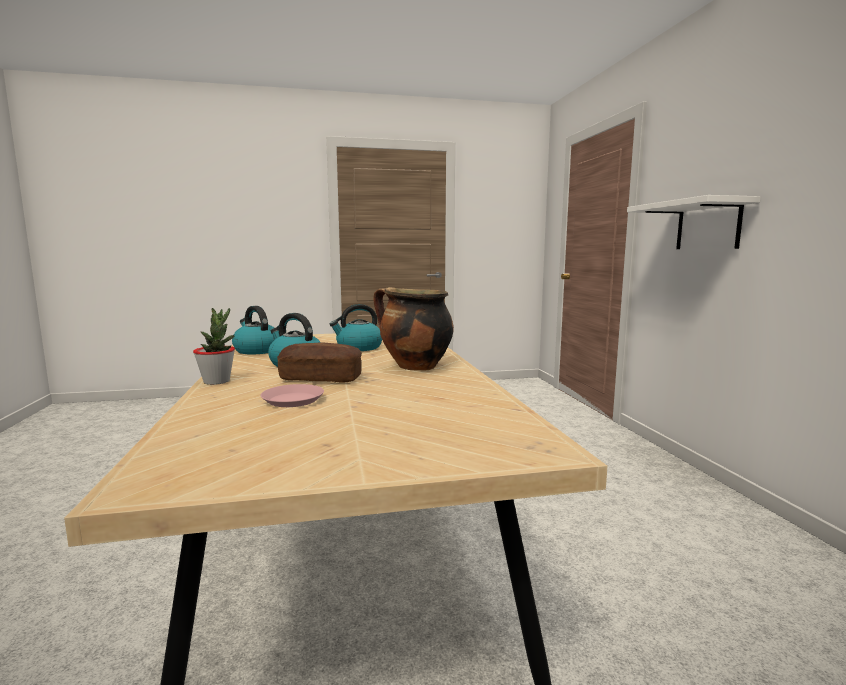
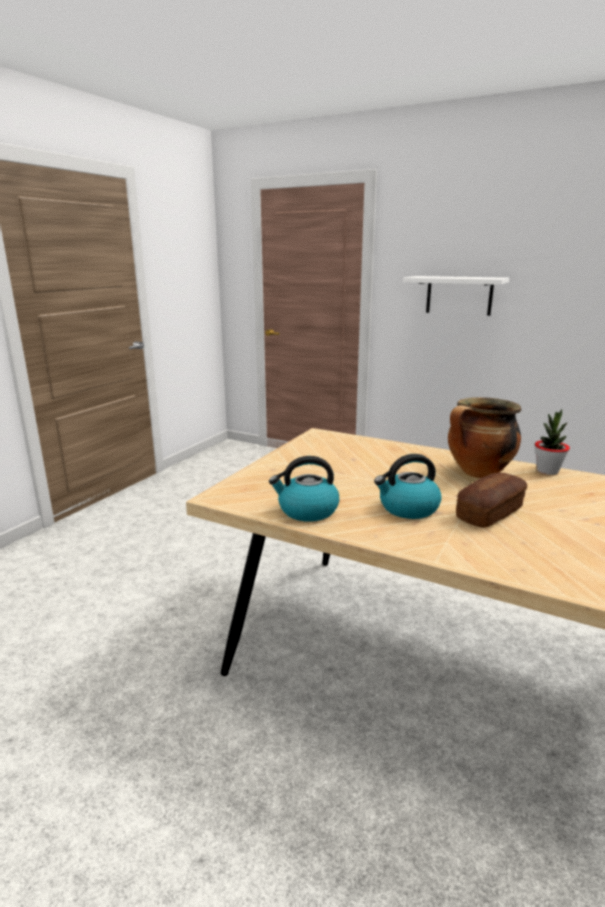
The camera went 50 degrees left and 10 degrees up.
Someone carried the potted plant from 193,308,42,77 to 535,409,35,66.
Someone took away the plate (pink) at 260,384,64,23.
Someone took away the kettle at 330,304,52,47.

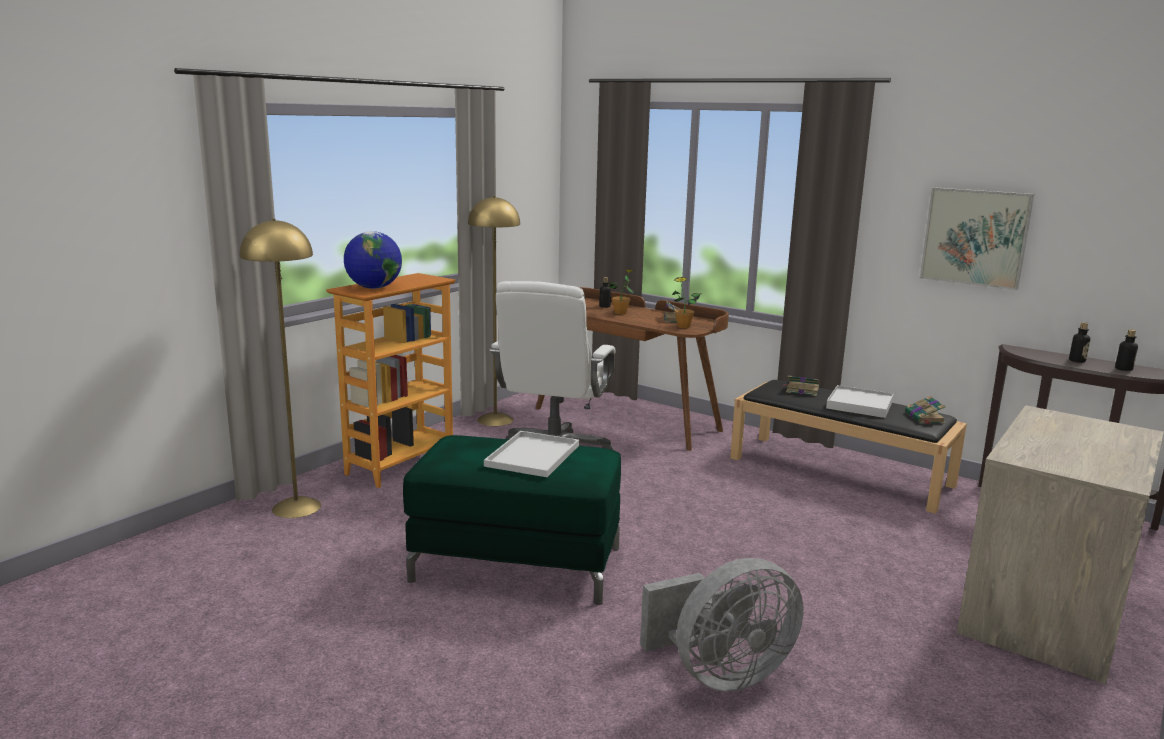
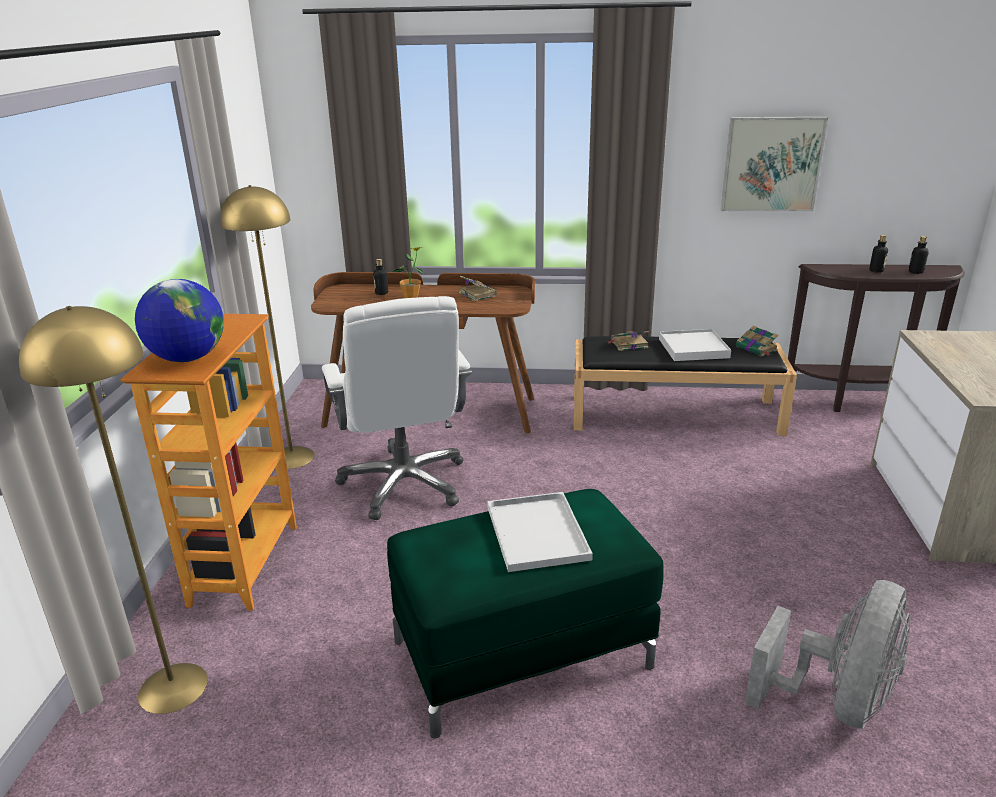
The camera went 30 degrees left and 10 degrees up.
Someone took away the potted plant at 672,277,29,51.

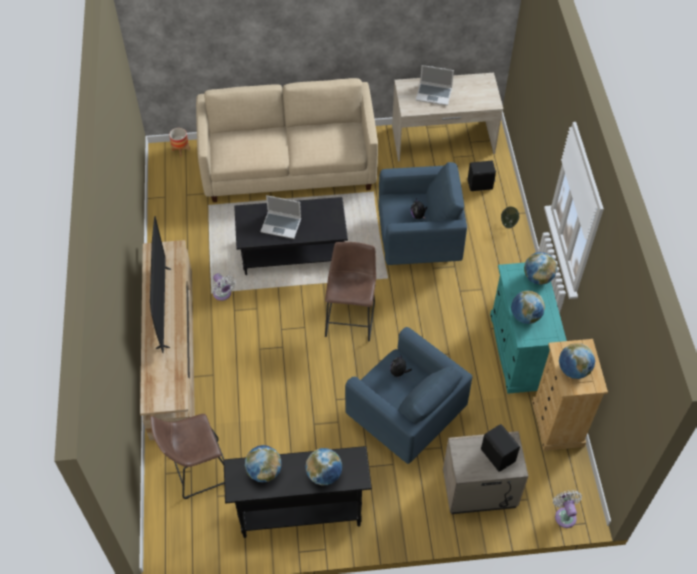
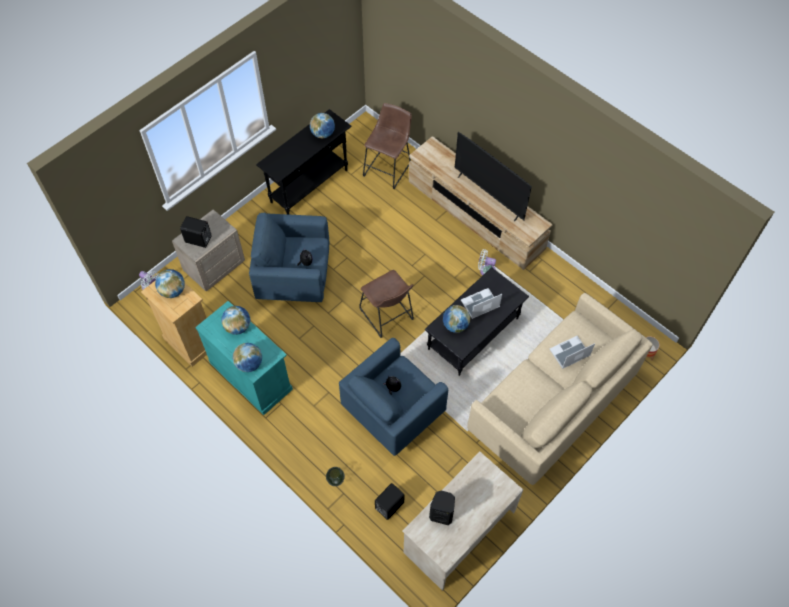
The camera went 140 degrees right and 5 degrees up.
Someone carried the globe from 306,448,36,37 to 443,305,27,28.
Someone carried the laptop from 416,65,38,41 to 550,336,45,33.
Someone put down the speaker (black) at 429,490,26,35.

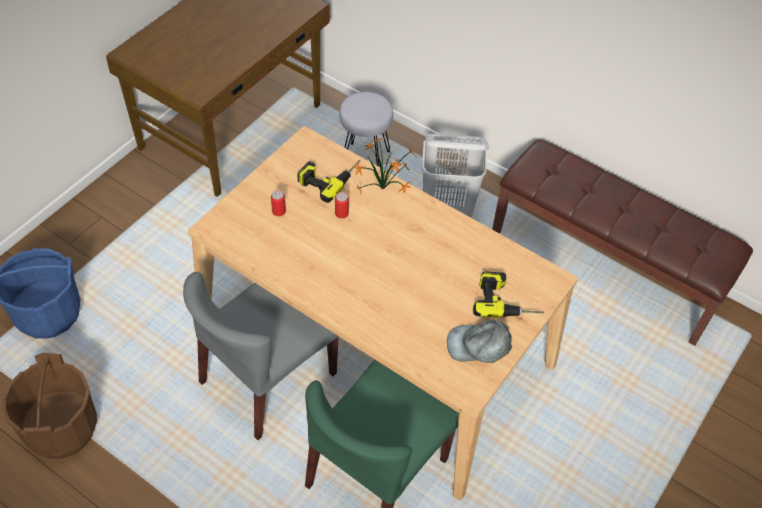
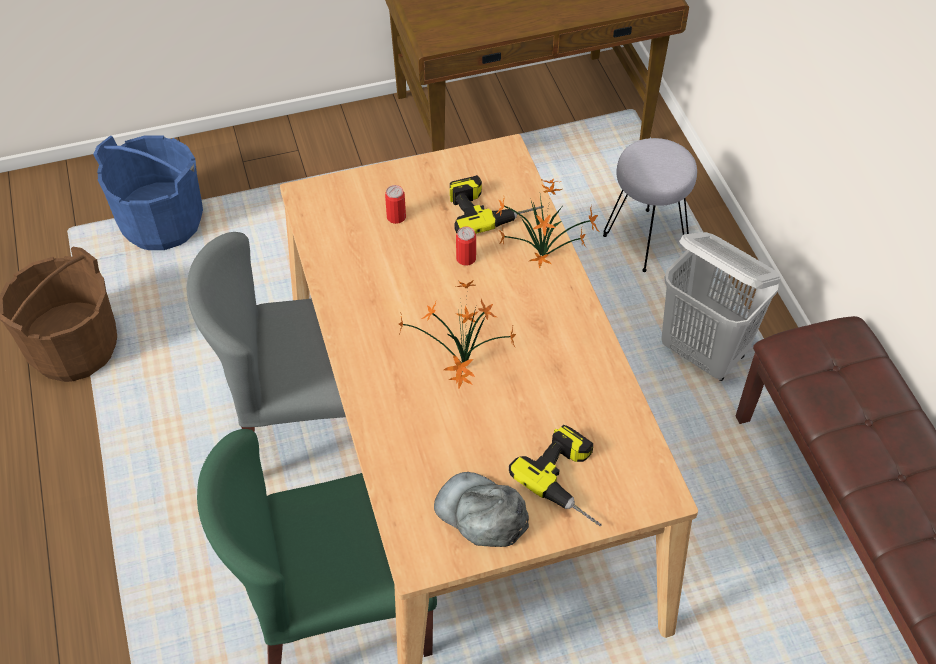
The camera went 40 degrees right and 0 degrees up.
Someone put down the potted plant at 399,280,117,109.

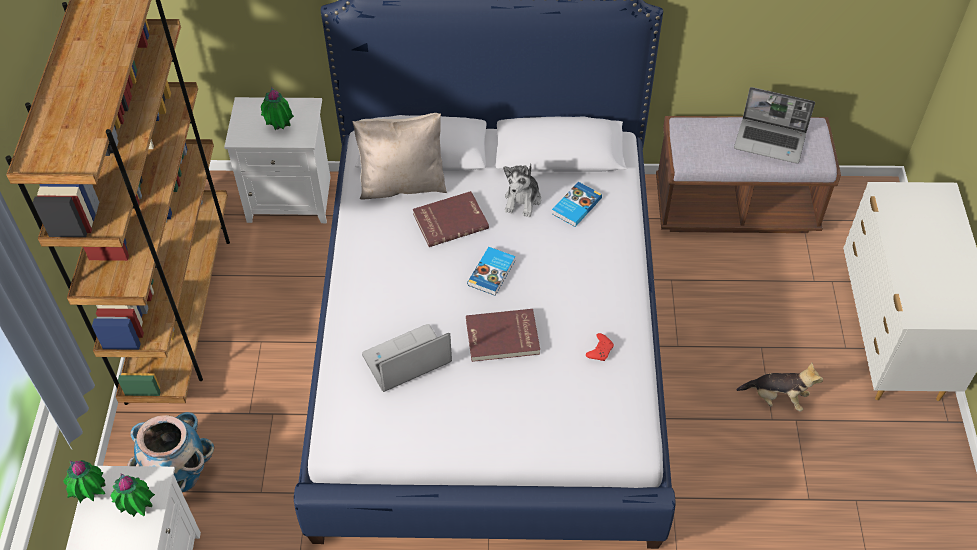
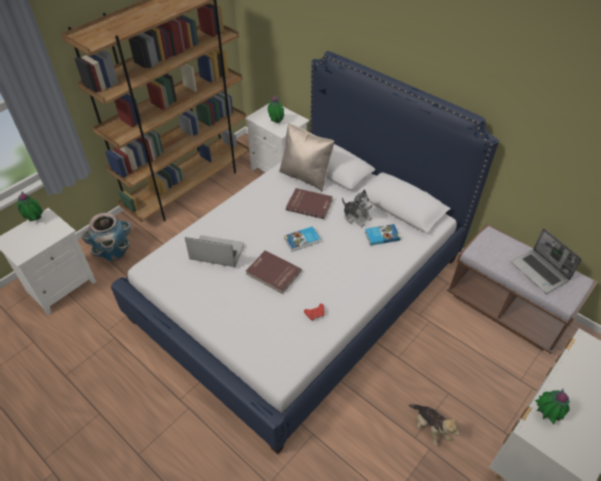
The camera went 40 degrees right and 5 degrees down.
Someone carried the potted plant from 111,473,44,44 to 535,389,35,36.
Someone rotated the plush toy at 503,164,38,53 by 105 degrees counterclockwise.

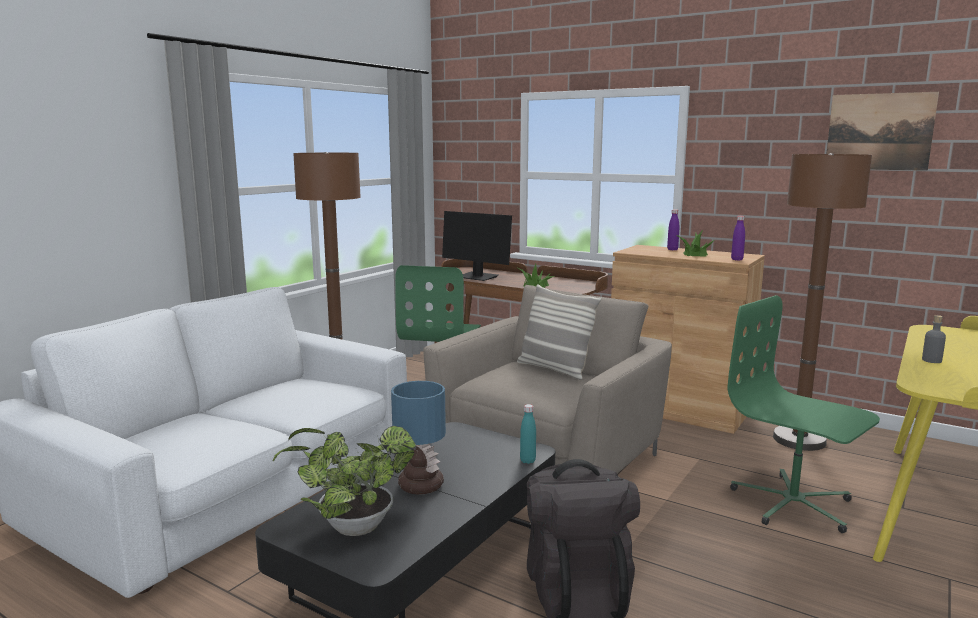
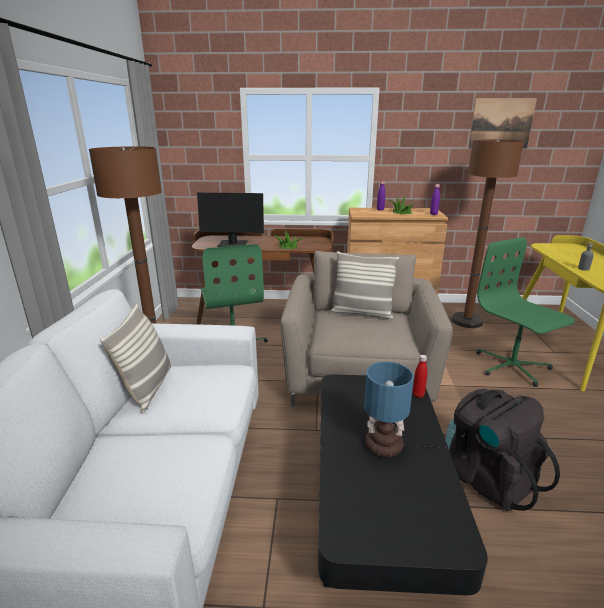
The camera went 30 degrees left and 10 degrees up.
Someone took away the potted plant at 273,426,143,110.
Someone repainted the bottle (turquoise) at 520,404,16,60, which became the bottle (red) at 413,355,14,43.
Someone rotated the office chair (green) at 728,295,152,238 by 45 degrees clockwise.
Someone put down the pillow at 100,304,71,109.

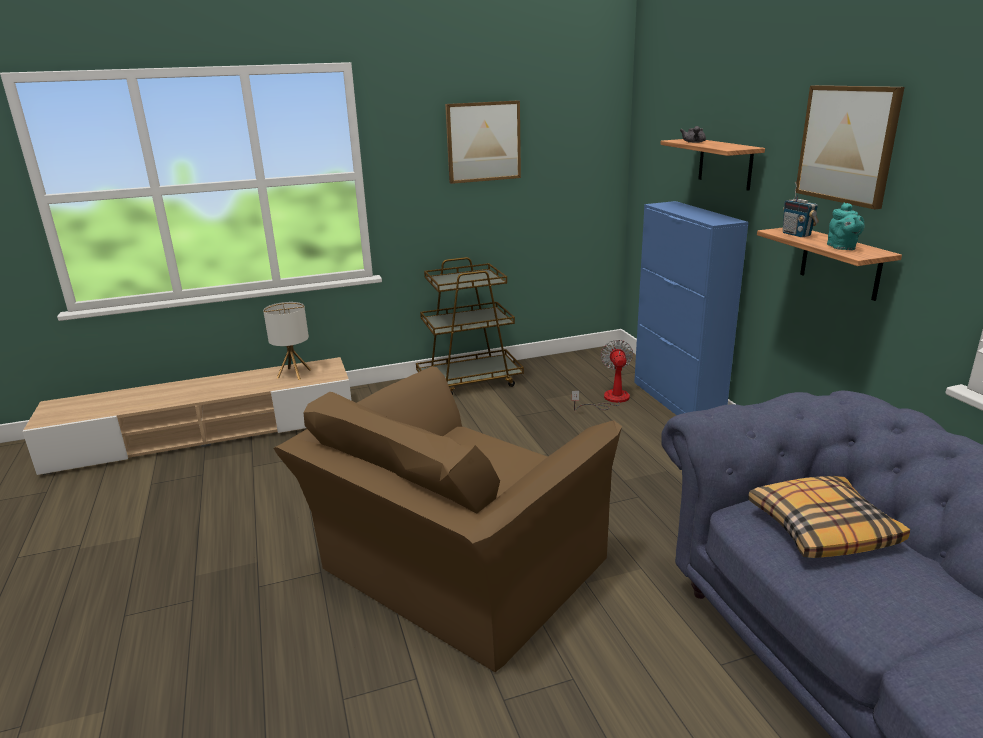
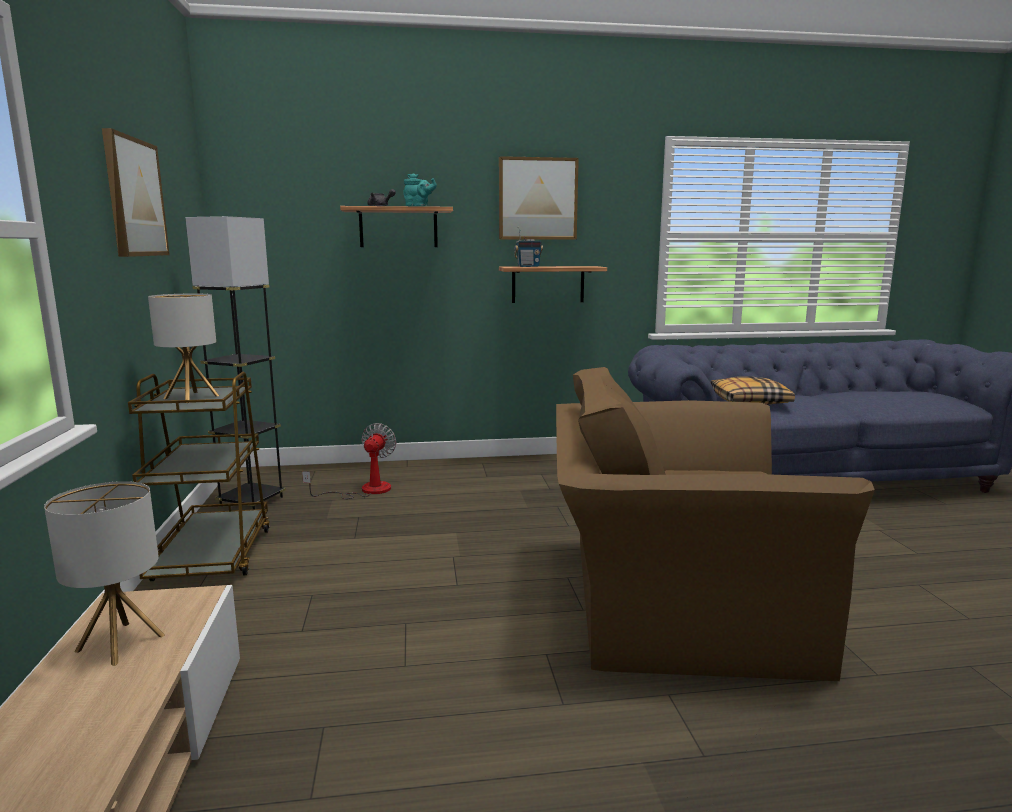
The camera went 80 degrees left and 10 degrees down.
Someone rotated the armchair (brown) at 274,366,348,306 by 135 degrees clockwise.
Someone rotated the fan at 572,340,61,71 by 90 degrees clockwise.
Someone took away the cabinet (blue) at 634,201,115,214.
Someone carried the teapot (turquoise) from 827,202,37,48 to 403,173,34,34.
Someone put down the table lamp at 148,293,71,107.
Someone put down the floor lamp (grey) at 185,216,101,293.

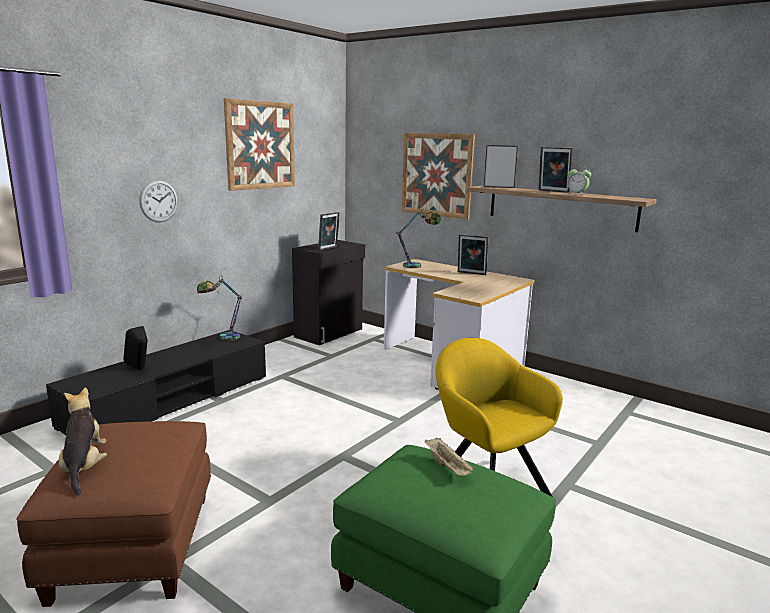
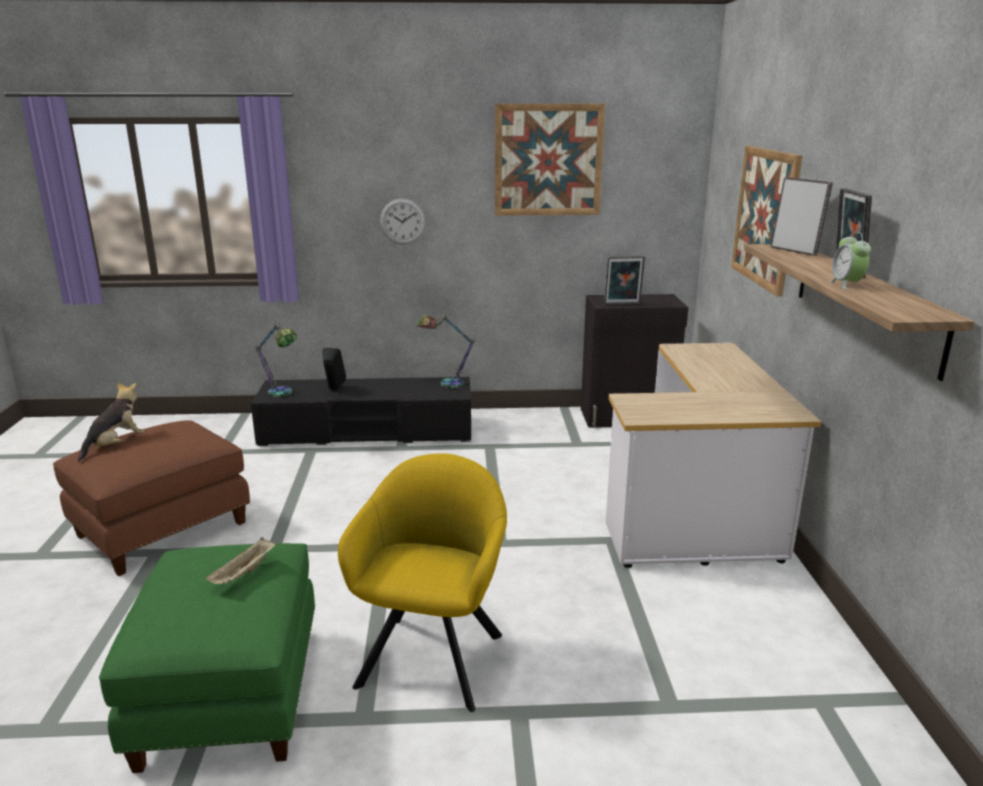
The camera went 50 degrees right and 5 degrees up.
Someone carried the table lamp from 397,208,44,60 to 255,321,42,77.
Someone took away the picture frame at 458,234,30,41.

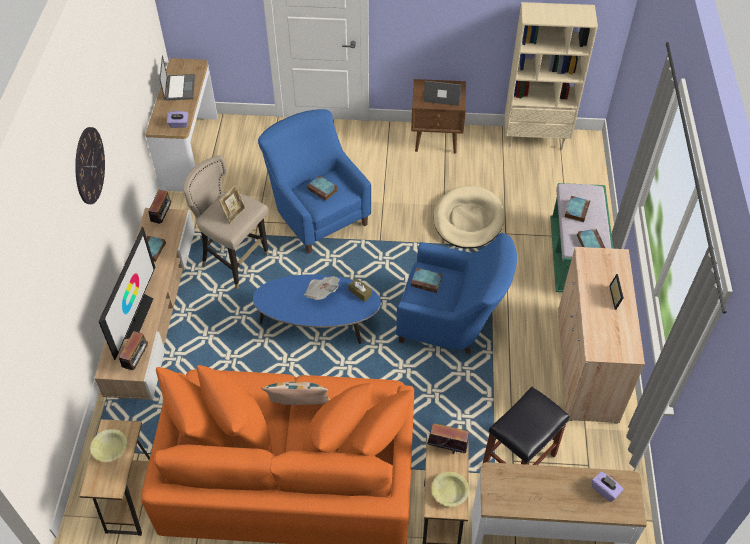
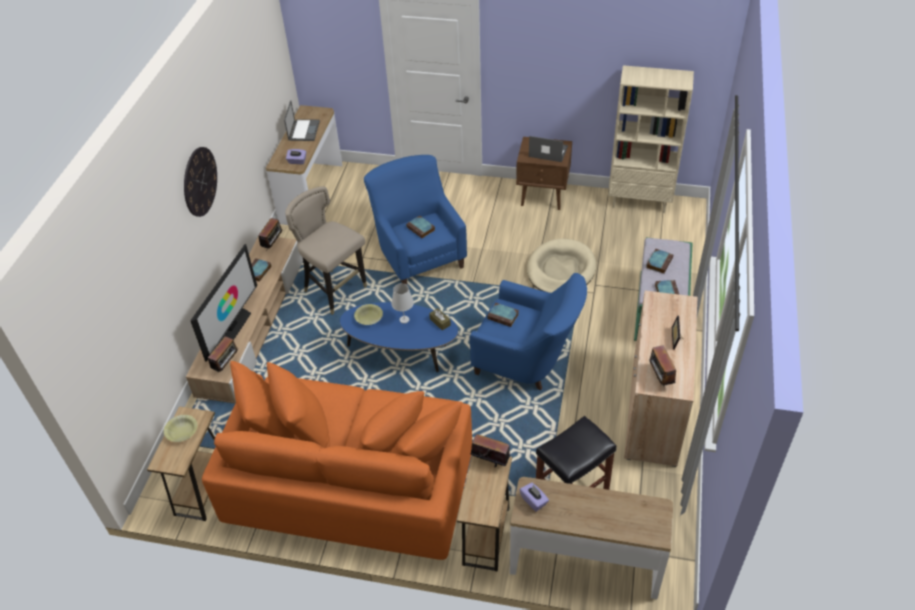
The camera went 10 degrees right and 5 degrees down.
Someone took away the picture frame at 219,185,27,39.
Someone took away the pillow at 261,382,69,23.
Someone swapped the newspaper at 304,276,36,24 for the table lamp (white) at 391,283,23,41.
Someone carried the bowl (yellow) from 431,472,38,35 to 354,304,29,21.
Someone carried the tissue box (purple) from 592,471,32,31 to 520,482,29,30.
Someone put down the radio at 649,345,27,42.

